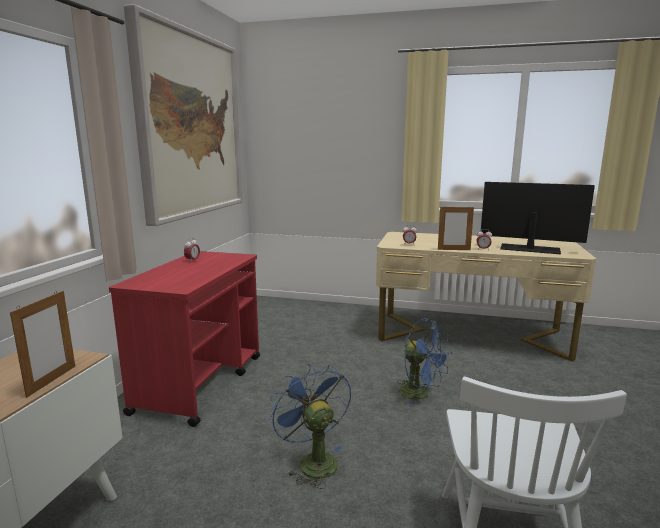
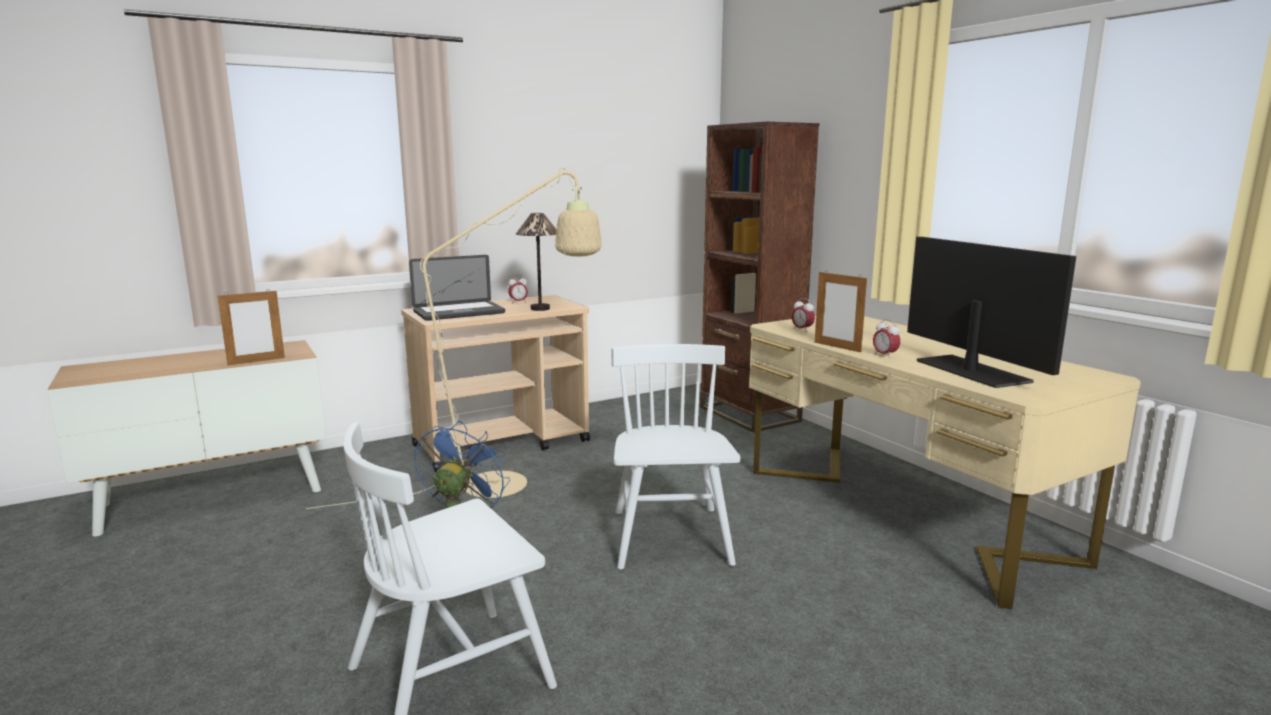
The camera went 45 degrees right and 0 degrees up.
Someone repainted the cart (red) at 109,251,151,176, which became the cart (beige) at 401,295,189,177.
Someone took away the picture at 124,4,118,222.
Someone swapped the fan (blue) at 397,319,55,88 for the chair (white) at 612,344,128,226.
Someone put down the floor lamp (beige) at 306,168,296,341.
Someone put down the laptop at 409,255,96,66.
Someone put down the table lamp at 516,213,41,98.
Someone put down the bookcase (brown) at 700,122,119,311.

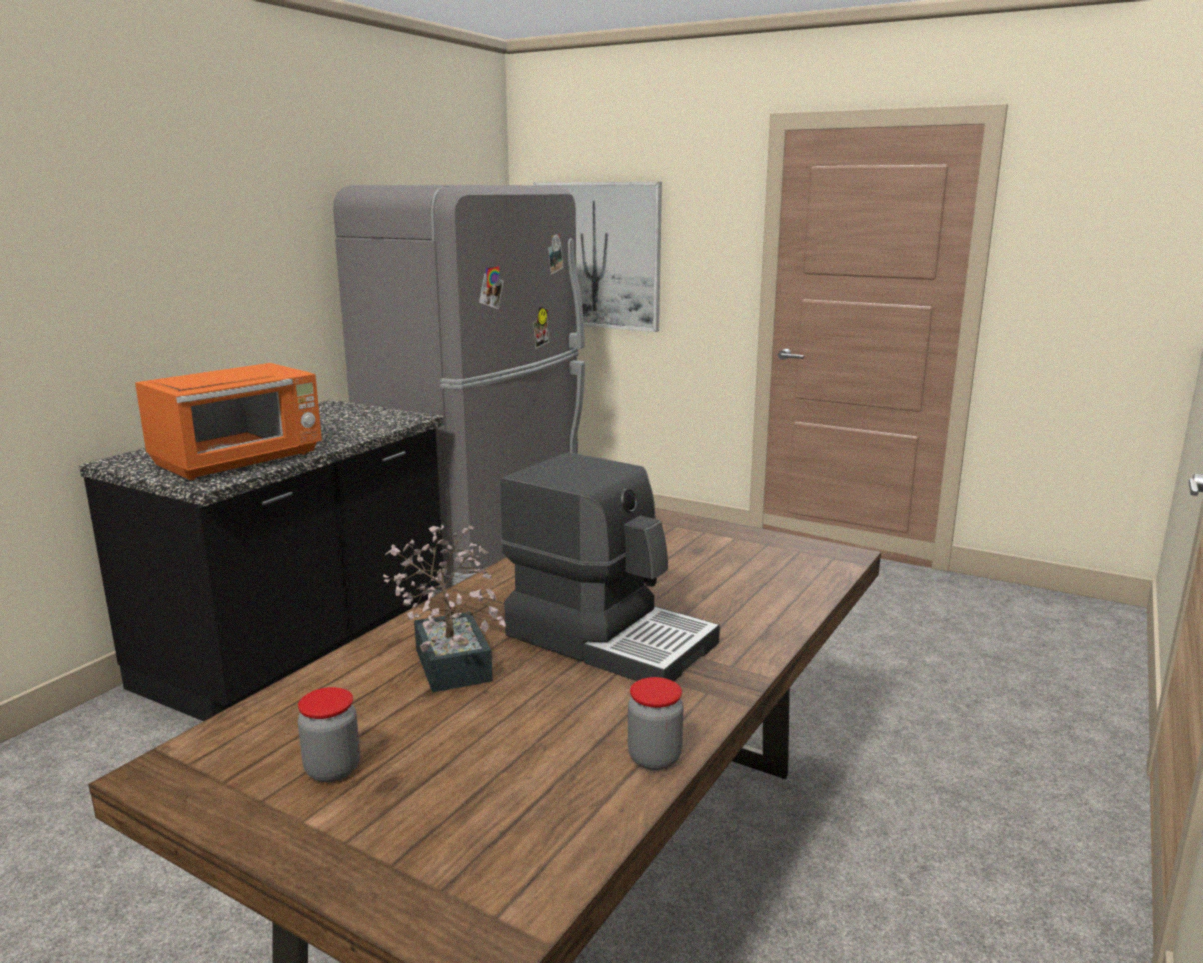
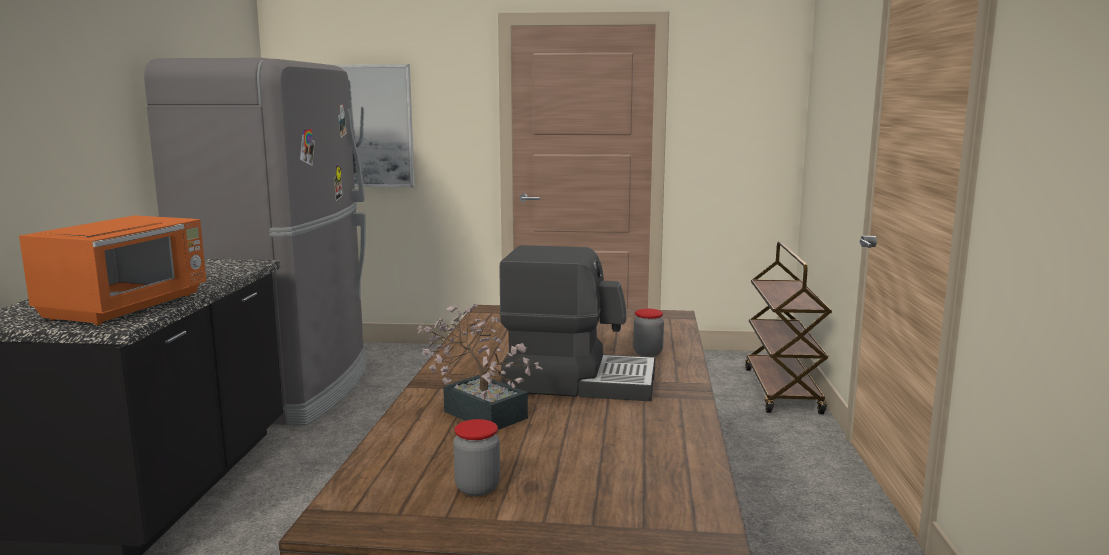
The camera went 25 degrees left and 5 degrees down.
Someone carried the jar from 628,677,56,93 to 633,309,31,48.
Someone put down the cart (brown) at 745,242,87,172.

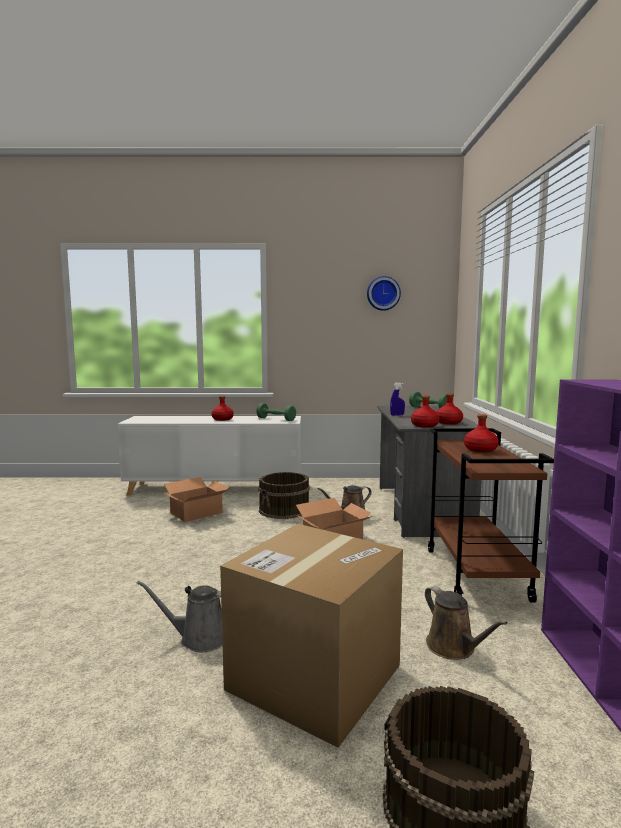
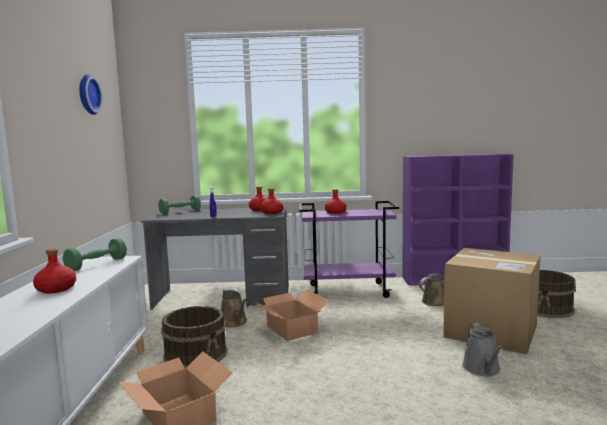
The camera went 90 degrees left and 0 degrees up.
Someone repainted the cart (brown) at 428,428,126,174, which became the cart (purple) at 299,201,100,97.

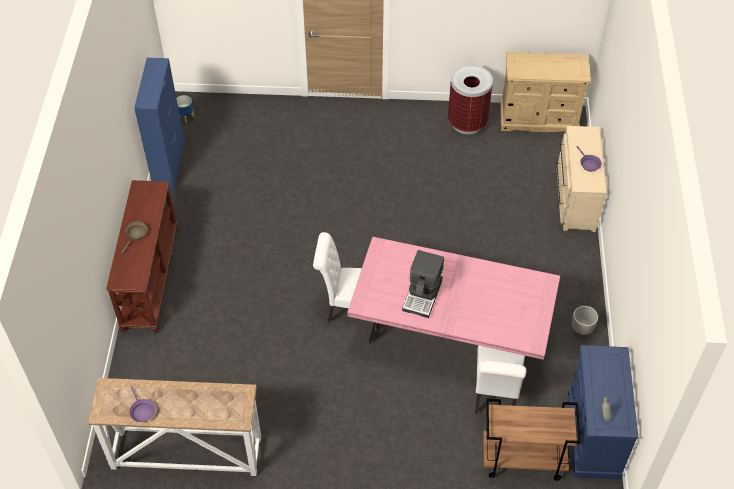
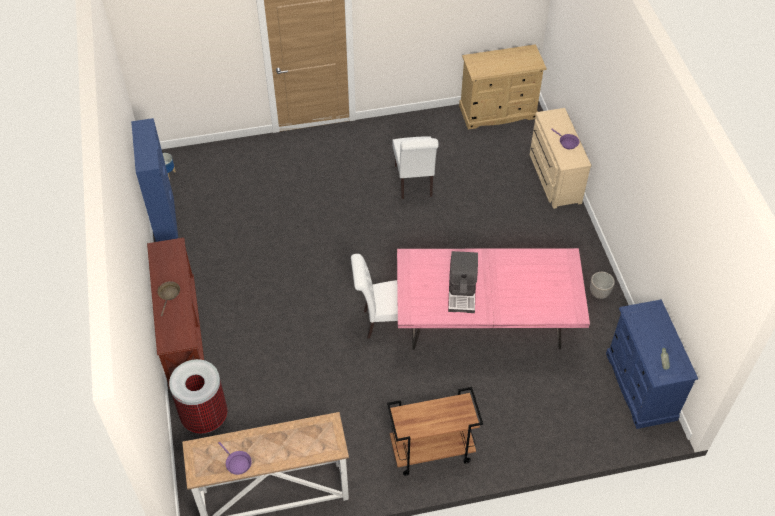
The camera went 15 degrees left and 0 degrees up.
Someone carried the trash can from 448,65,45,69 to 169,359,58,75.
Someone carried the chair (white) from 475,345,51,69 to 393,136,46,63.
Someone carried the cart (brown) from 483,399,98,82 to 387,387,96,89.

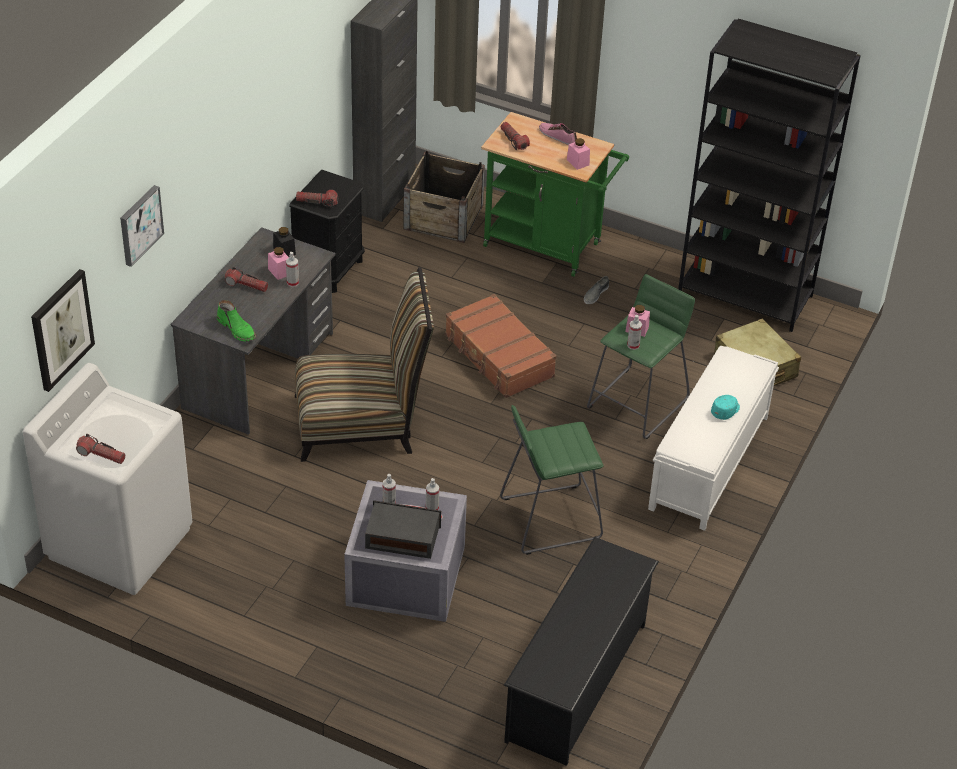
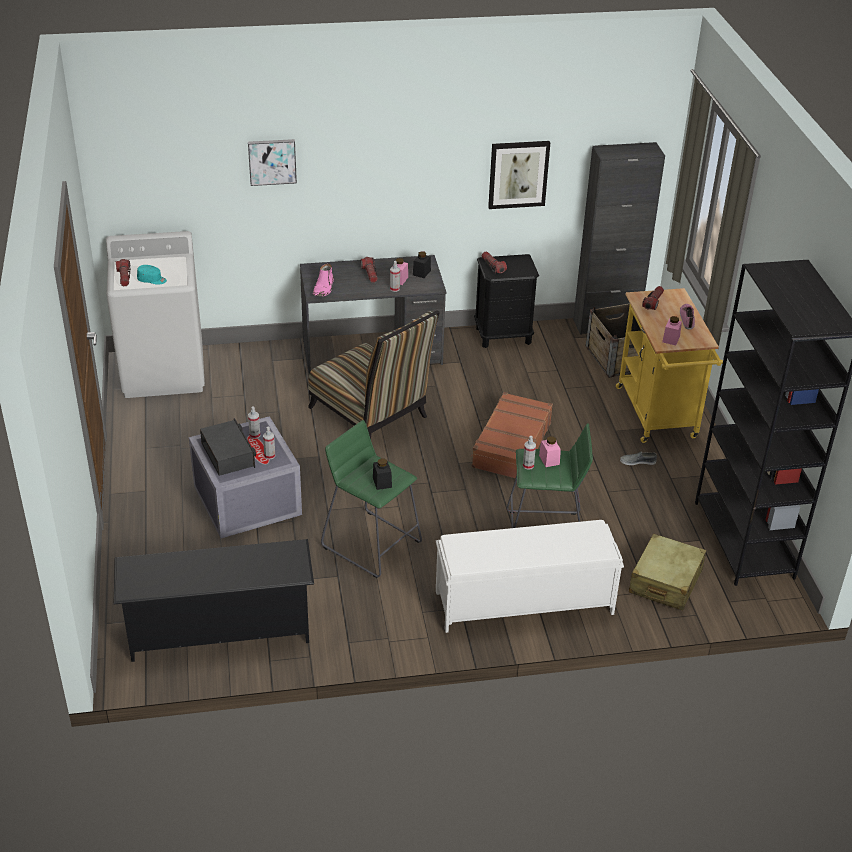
The camera went 55 degrees right and 5 degrees down.
Someone carried the picture from 31,269,64,123 to 488,141,62,68.
Someone repainted the boot (green) at 217,300,40,42, which became the boot (pink) at 313,263,21,34.
Someone repainted the cart (green) at 481,112,148,165, which became the cart (yellow) at 616,288,107,155.
Someone carried the cap (turquoise) from 711,395,29,25 to 137,265,30,20.
Someone put down the jar (black) at 373,458,19,32.

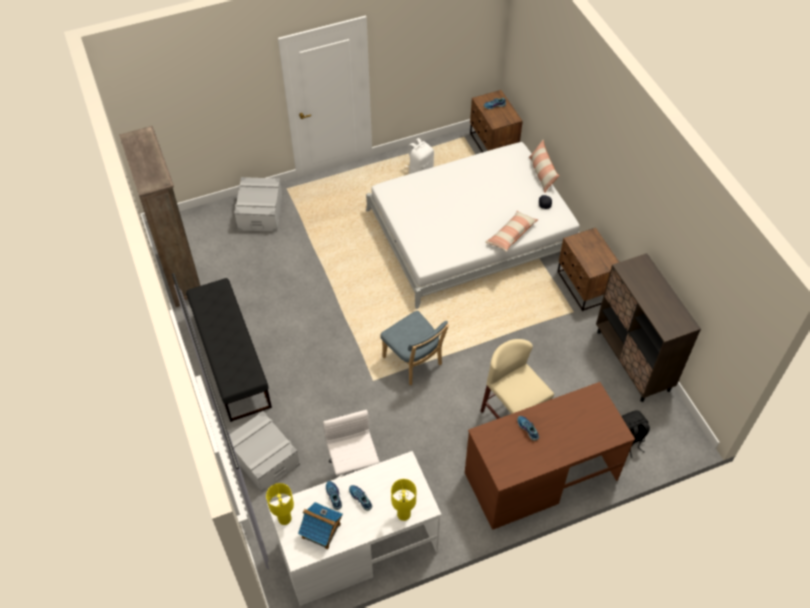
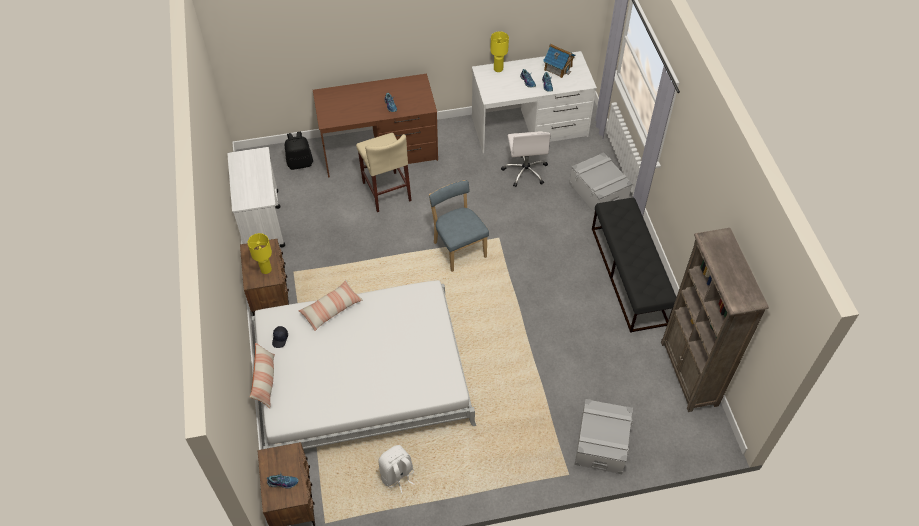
The camera went 170 degrees left and 0 degrees up.
Someone carried the table lamp (yellow) from 266,483,28,42 to 248,233,24,41.
Someone swapped the cabinet (brown) at 596,253,105,149 for the cart (white) at 227,147,58,100.

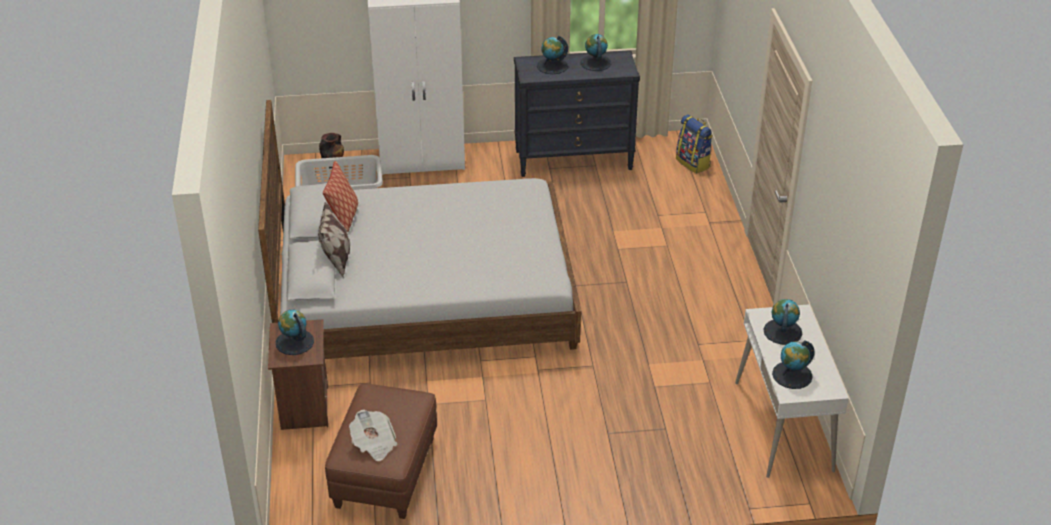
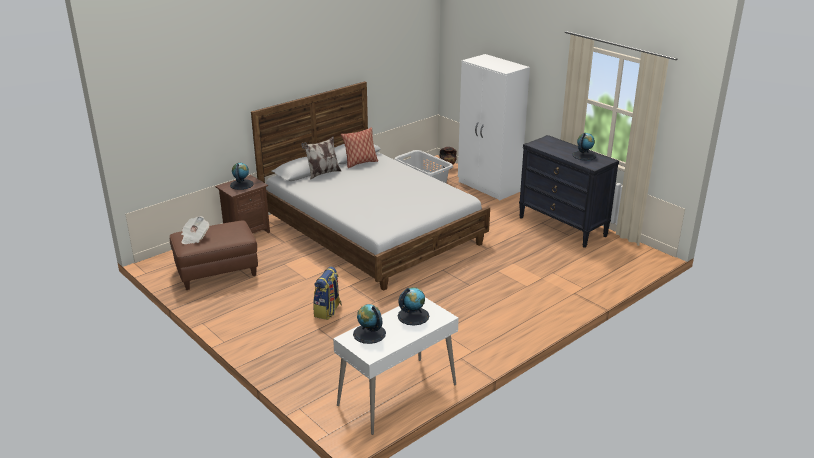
The camera went 55 degrees right and 10 degrees down.
Someone took away the globe at 537,36,31,38.
Someone carried the backpack from 676,114,37,60 to 313,266,29,54.

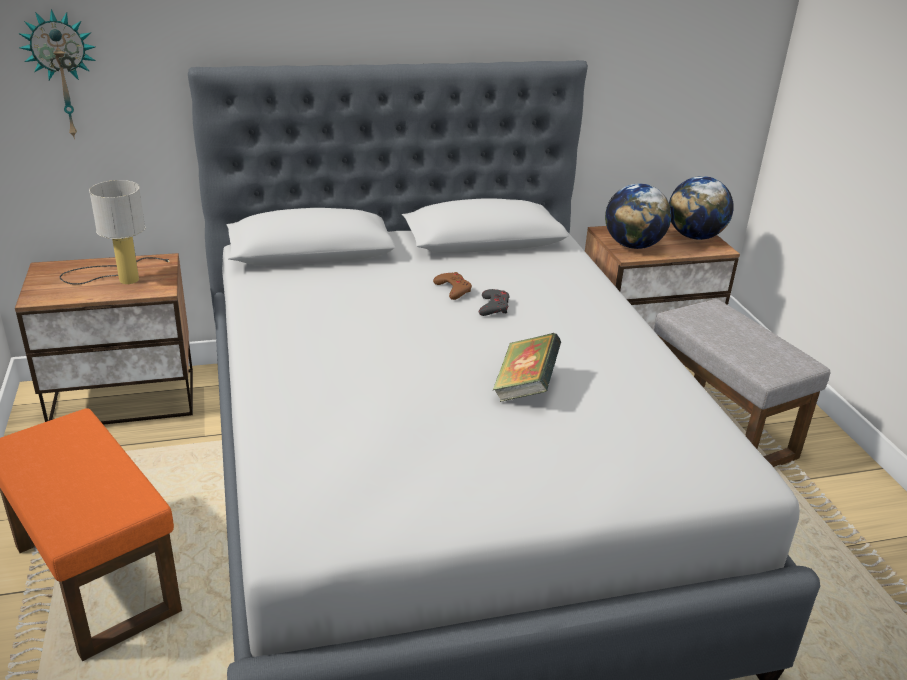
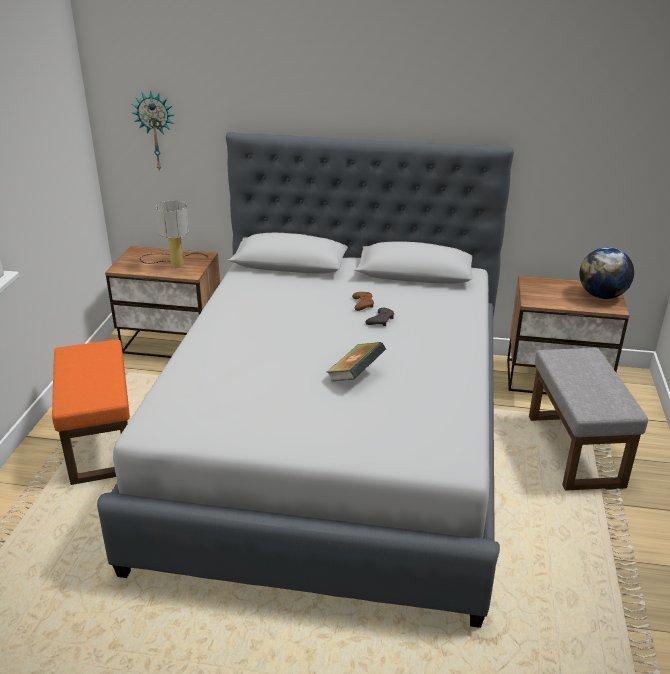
The camera went 25 degrees right and 0 degrees up.
Someone took away the globe at 605,183,66,66.

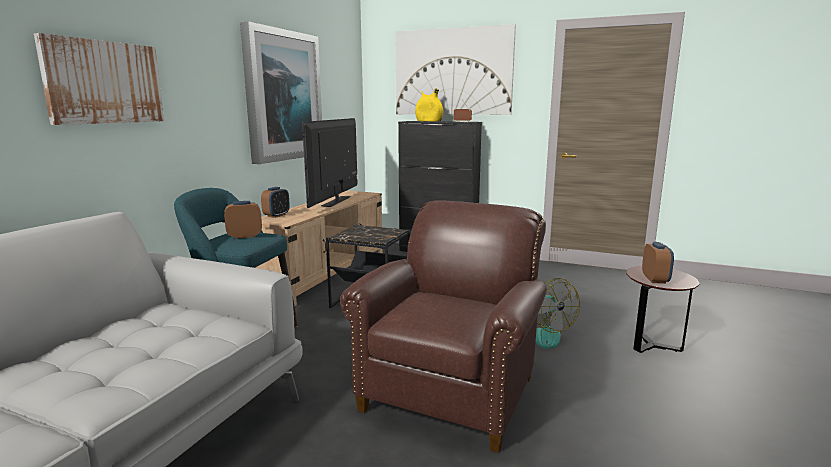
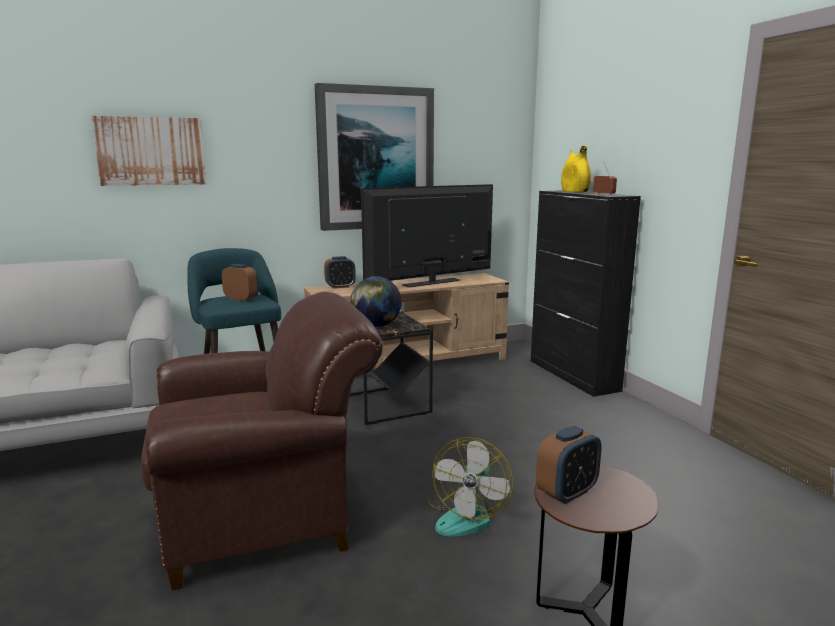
The camera went 45 degrees right and 0 degrees up.
Someone took away the picture at 395,24,121,91.
Someone put down the globe at 350,276,52,51.

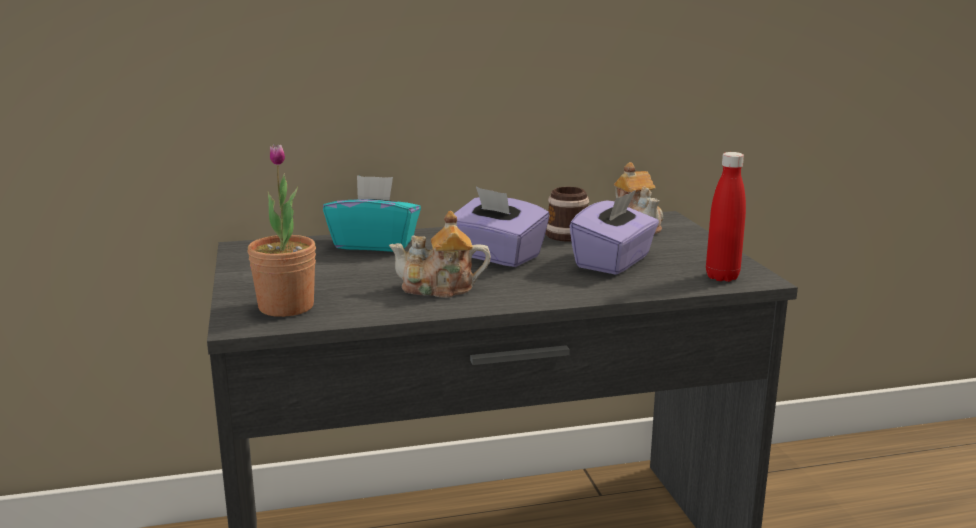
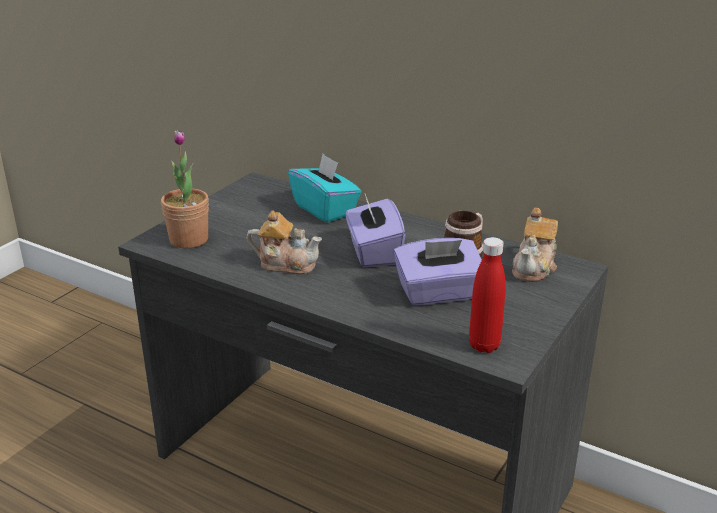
The camera went 45 degrees right and 10 degrees up.
Someone rotated the teapot at 389,211,102,87 by 150 degrees clockwise.

